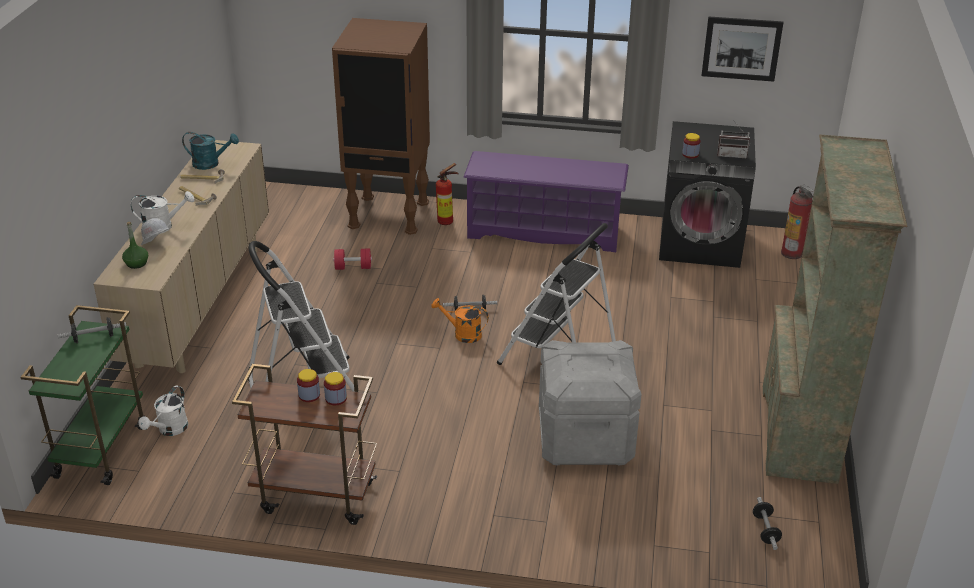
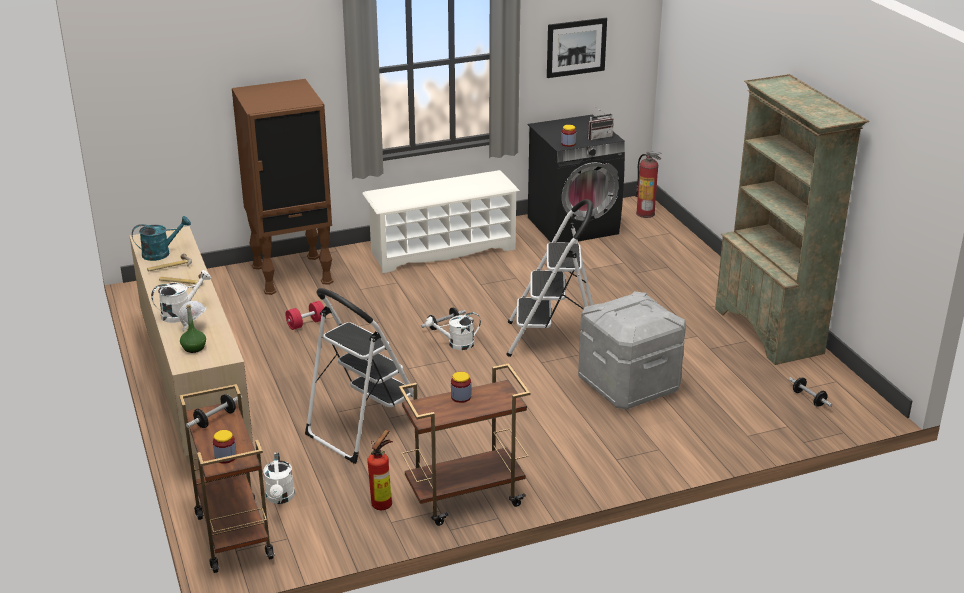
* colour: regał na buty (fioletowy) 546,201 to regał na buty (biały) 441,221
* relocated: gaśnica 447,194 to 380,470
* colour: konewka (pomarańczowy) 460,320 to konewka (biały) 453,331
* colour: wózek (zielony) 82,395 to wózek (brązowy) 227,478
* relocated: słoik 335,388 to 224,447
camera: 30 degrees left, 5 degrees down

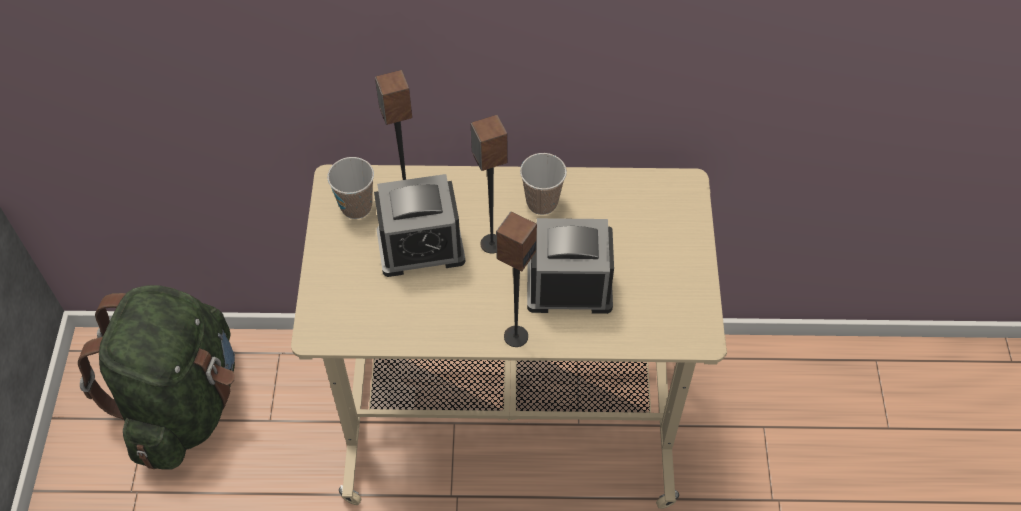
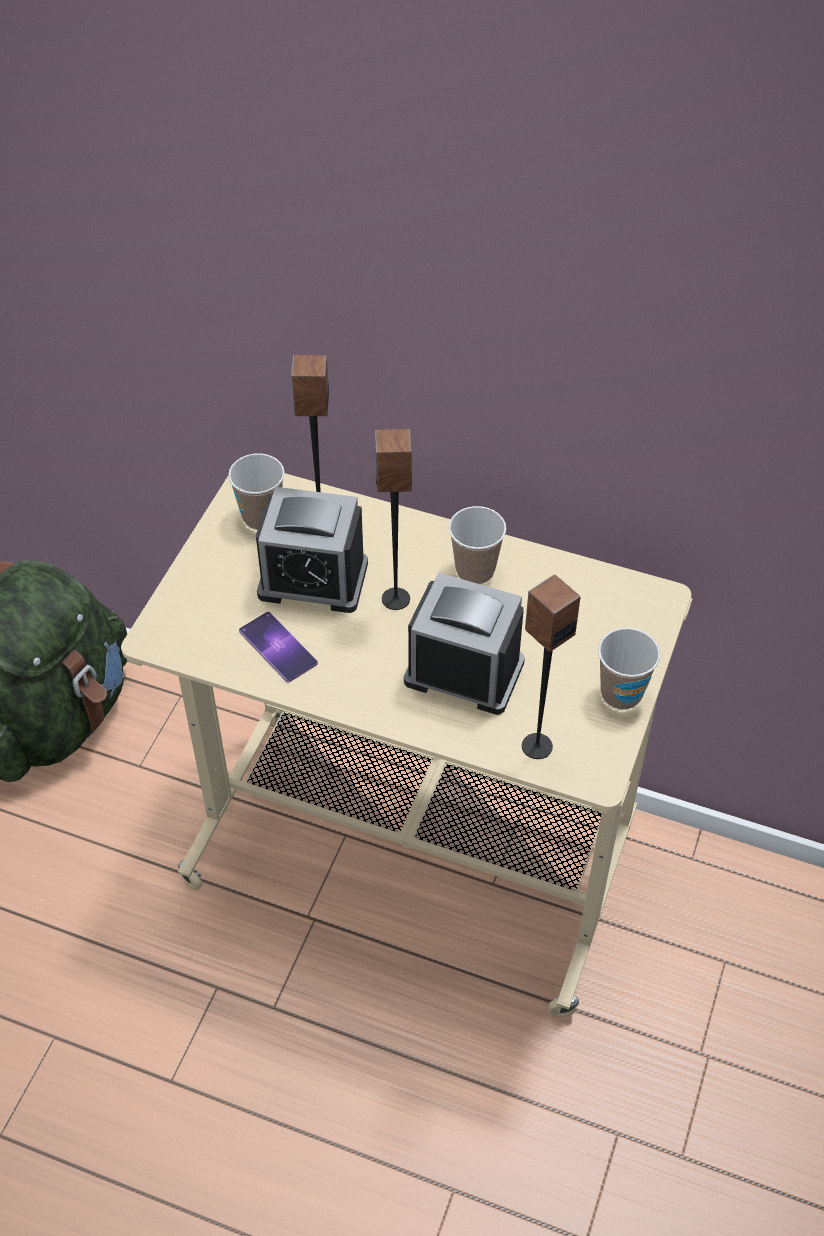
* relocated: głośnik 516,279 to 551,666
* appeared: telefon 278,647
* appeared: filiżanka 629,669
camera: 20 degrees right, 5 degrees down

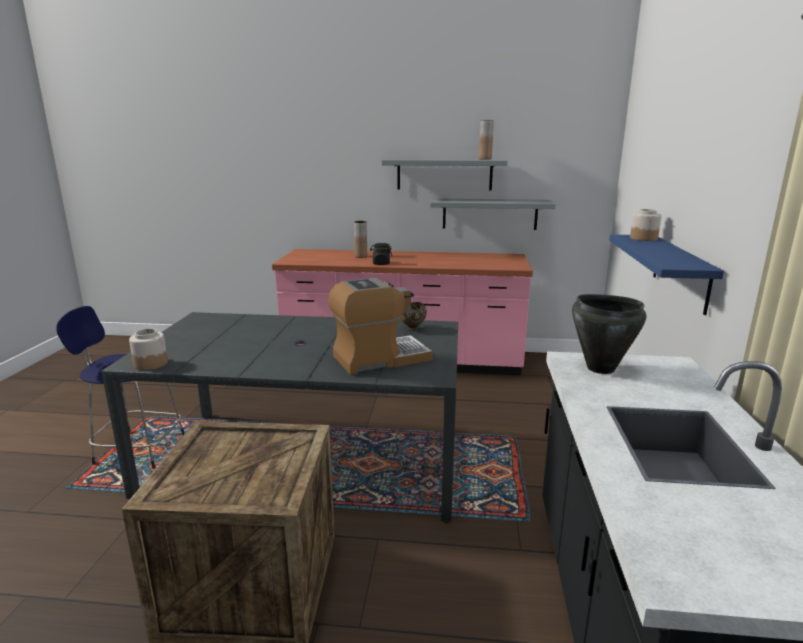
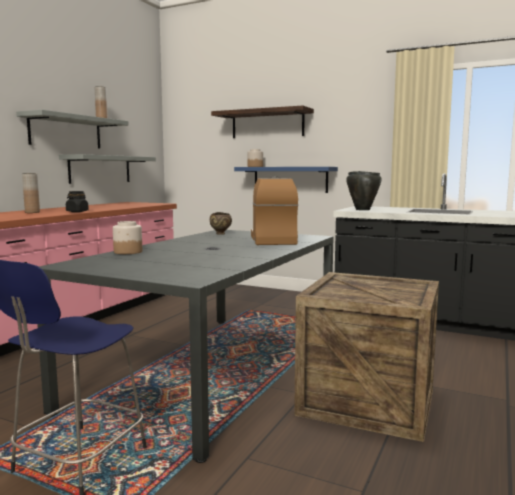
* relocated: słoik 148,349 to 127,237
* appeared: półka 262,122
camera: 70 degrees left, 10 degrees down

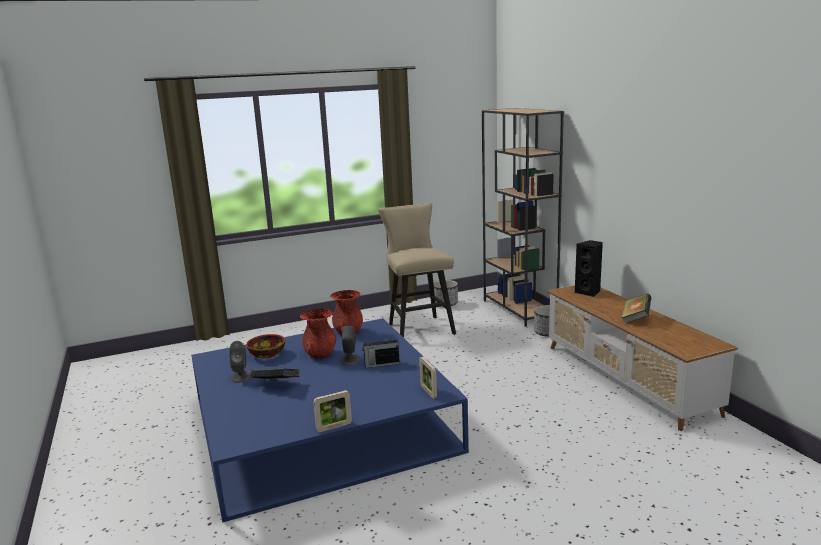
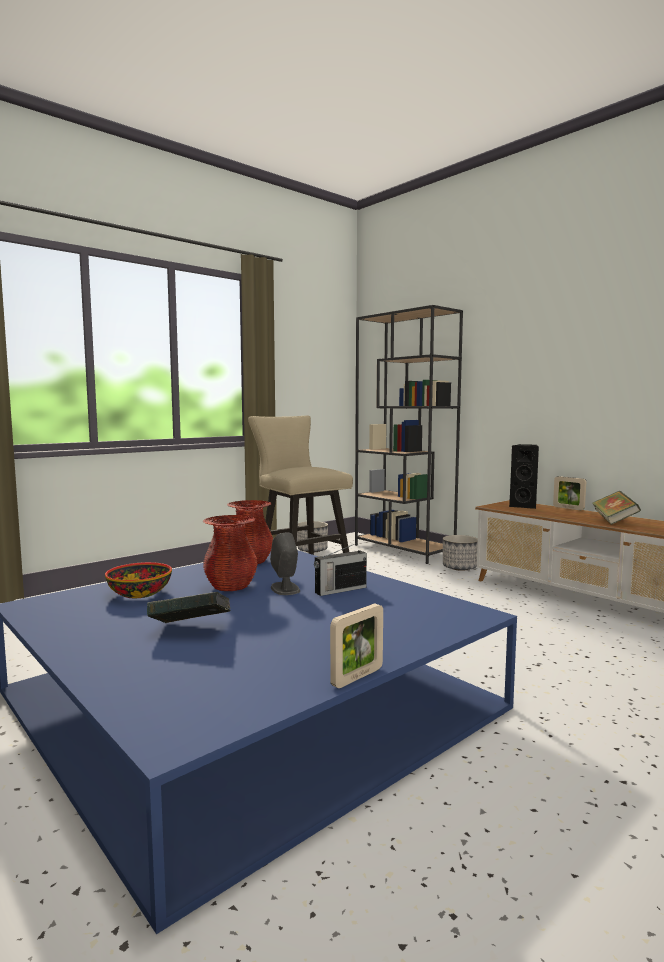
* missing: głośnik (szary) 240,362
* relocated: ramka na zdjęcie 428,377 to 569,493
camera: 20 degrees left, 10 degrees down

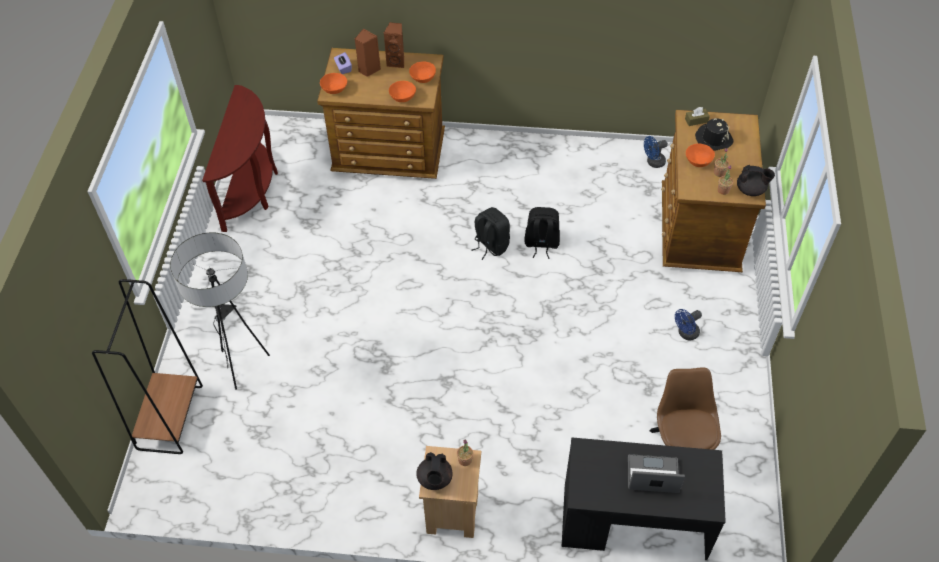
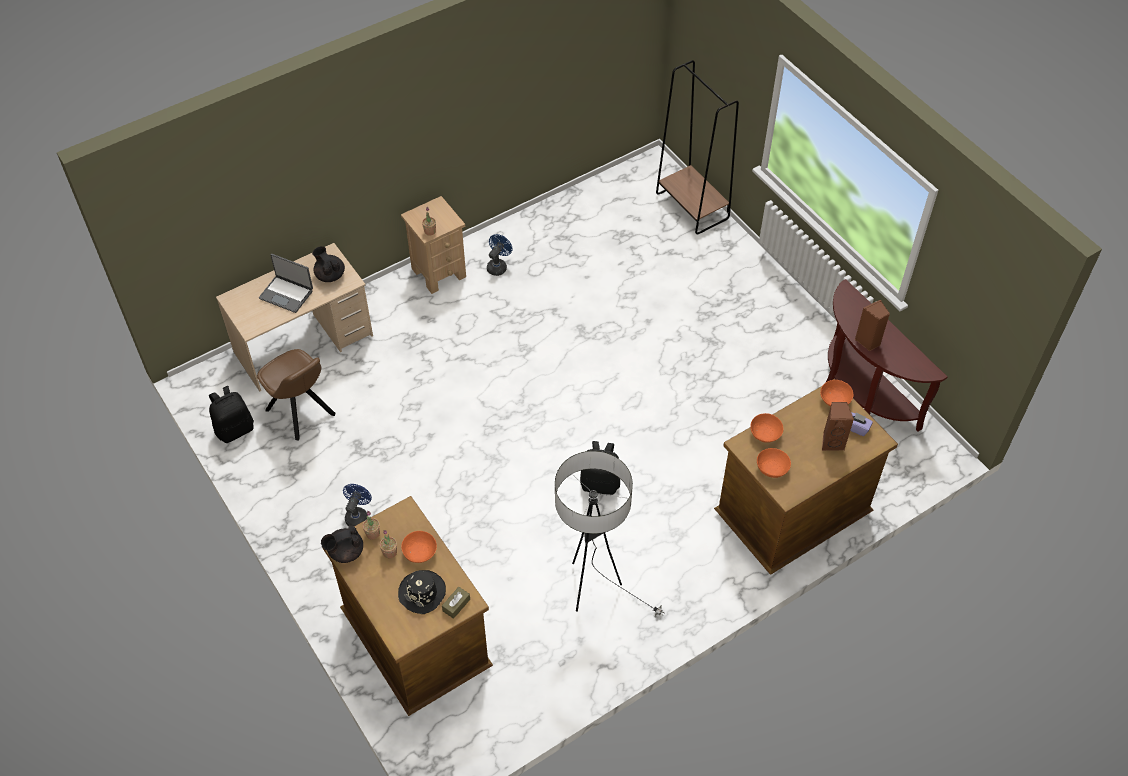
* relocated: głośnik (brązowy) 394,45 to 872,325
* relocated: wentylator (niebieski) 656,152 to 499,255
* relocated: plecak (czarny) 542,233 to 231,414
* relocated: lampa stojąca 220,311 to 609,534
* colour: biurko (czarny) 644,498 to biurko (beżowy) 294,317
* relocated: imbryk (czarny) 434,471 to 328,264
* spun: laptop 656,473 = 286,283 60 degrees clockwise
camera: 140 degrees right, 0 degrees up

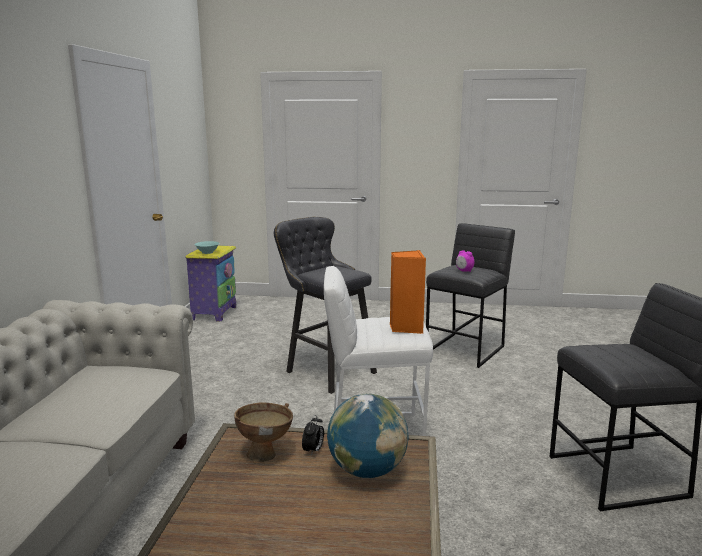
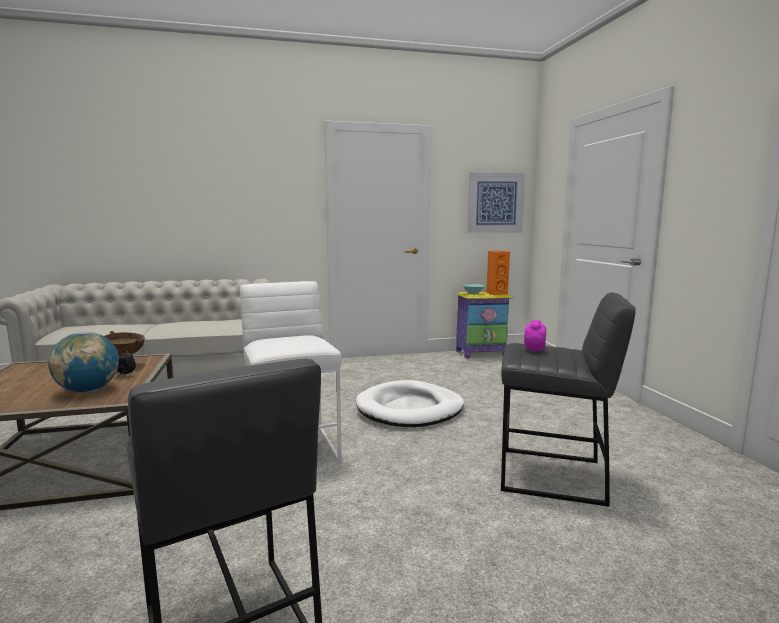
* exchanged: stołek (czarny) 325,305 to legowisko (biały) 410,403
* relocated: głośnik (pomarańczowy) 408,292 to 498,273
* appeared: obraz 496,202
camera: 70 degrees right, 5 degrees down

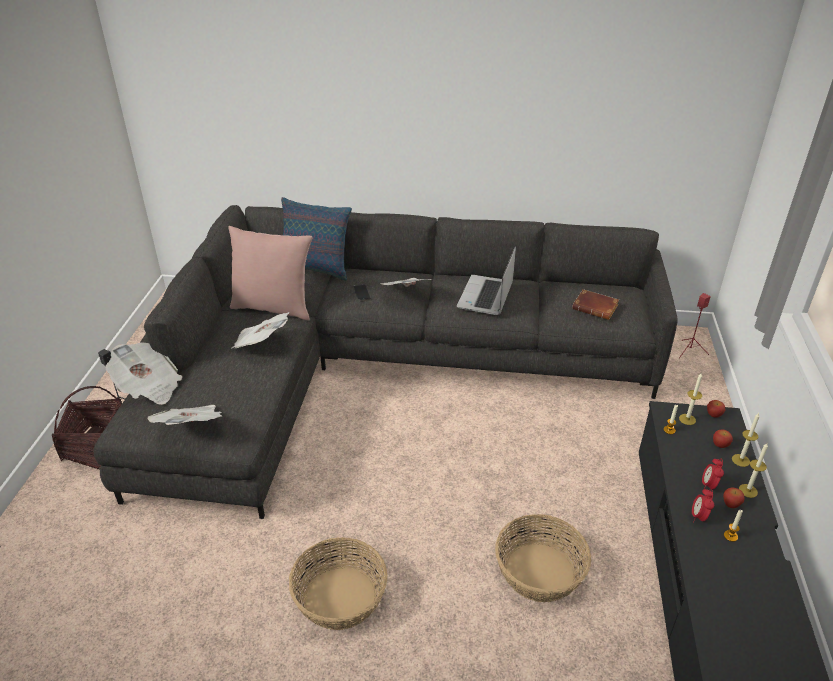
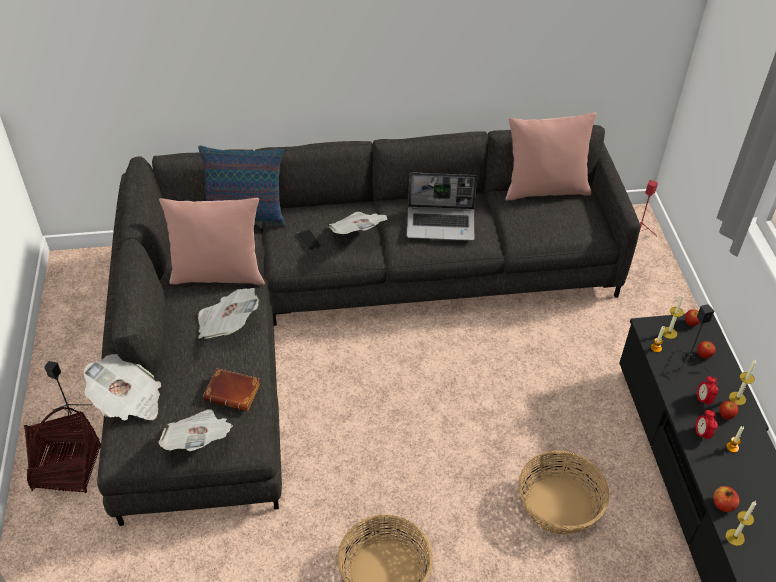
* spun: laptop 486,280 = 442,206 90 degrees counterclockwise
* relocated: książka (brązowy) 595,304 to 232,389
* relocated: świeca 746,440 to 741,523
* appeared: poduszka (różowy) 551,156
* appeared: głośnik (czarny) 693,342
* appeared: jabłko 726,499
camera: 15 degrees left, 10 degrees up

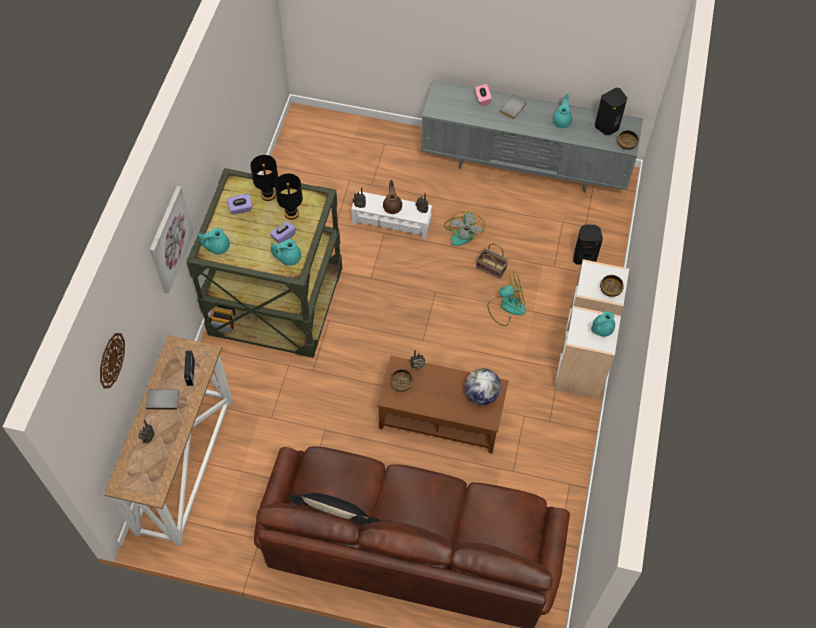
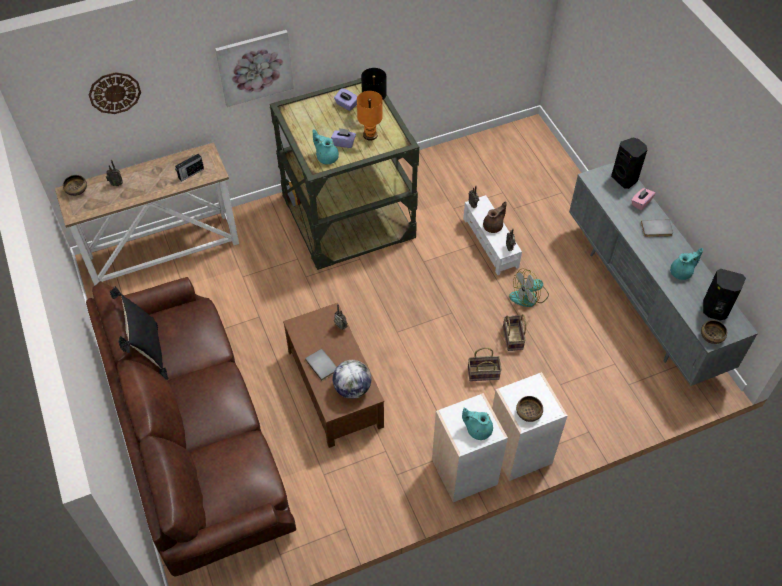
* colour: lampa stołowa (czarny) 289,197 to lampa stołowa (pomarańczowy) 370,116
* relocated: głośnik (czarny) 588,244 to 629,163
* missing: imbryk (turkusowy) 214,241
* exchanged: wentylator 506,299 to koszyk 485,364
* relocated: miska 401,380 to 75,185
* relocated: książka (szary) 163,399 to 321,365
camera: 55 degrees right, 5 degrees down

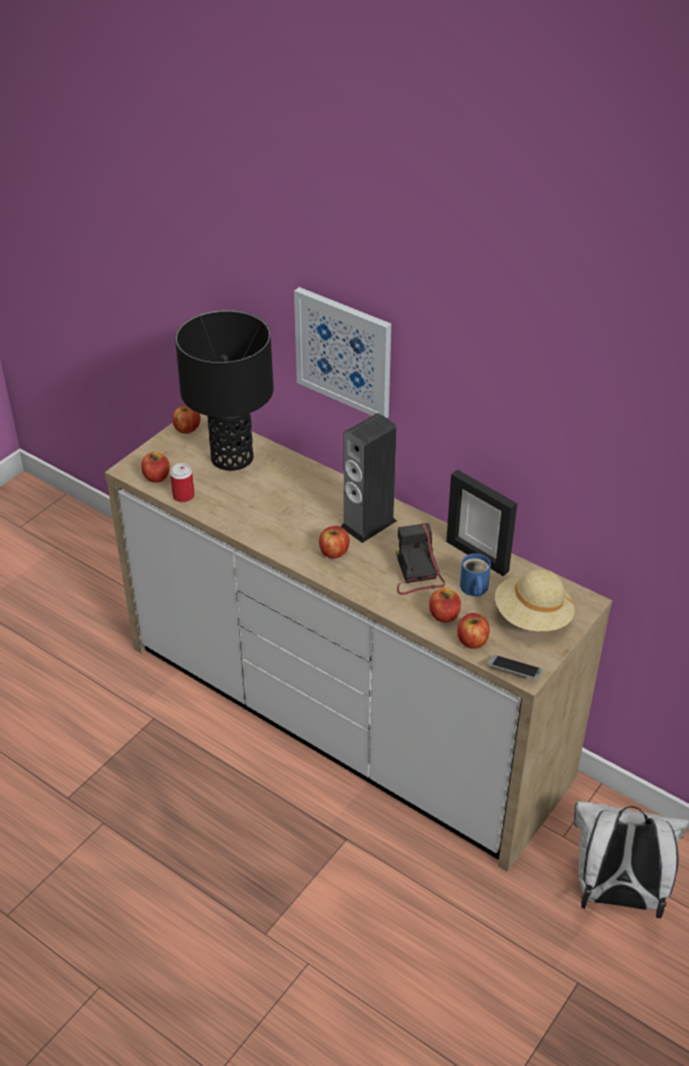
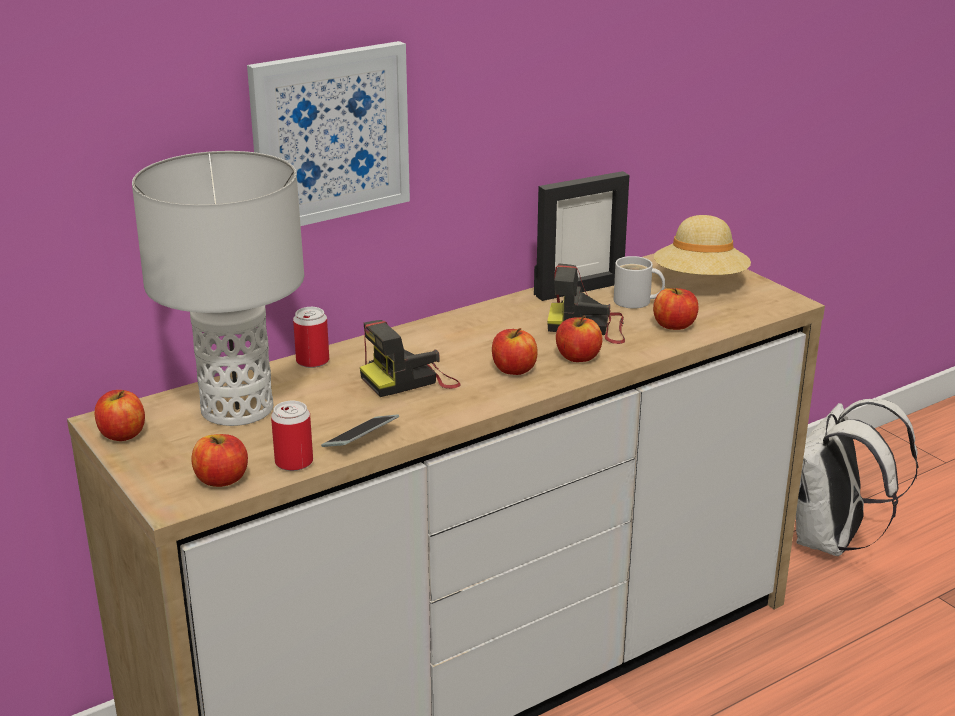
* colour: lampa stołowa (czarny) 224,390 to lampa stołowa (biały) 218,288
* missing: głośnik 368,478
* colour: kubek (niebieski) 475,574 to kubek (biały) 639,282
* relocated: jabłko 473,631 to 579,338
* relocated: telefon 515,667 to 360,430
* appeared: puszka 311,337
* appeared: aparat fotograficzny 410,358
camera: 70 degrees left, 15 degrees down

